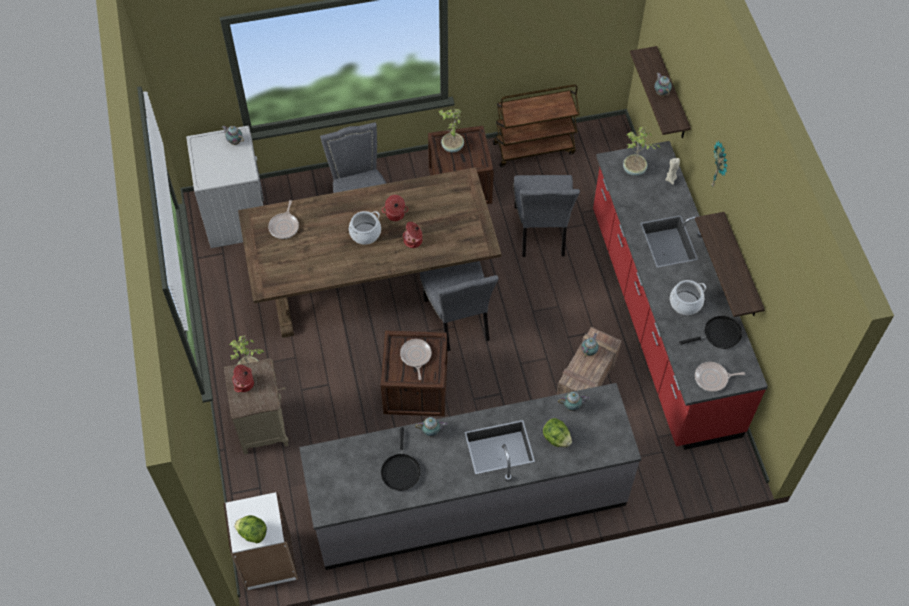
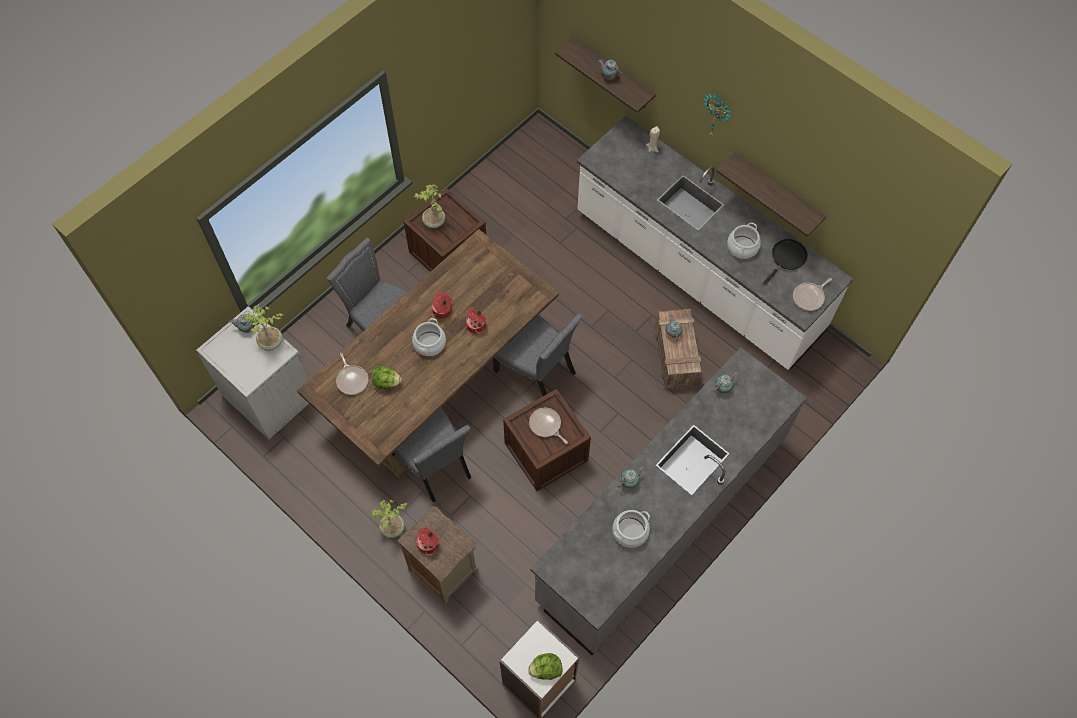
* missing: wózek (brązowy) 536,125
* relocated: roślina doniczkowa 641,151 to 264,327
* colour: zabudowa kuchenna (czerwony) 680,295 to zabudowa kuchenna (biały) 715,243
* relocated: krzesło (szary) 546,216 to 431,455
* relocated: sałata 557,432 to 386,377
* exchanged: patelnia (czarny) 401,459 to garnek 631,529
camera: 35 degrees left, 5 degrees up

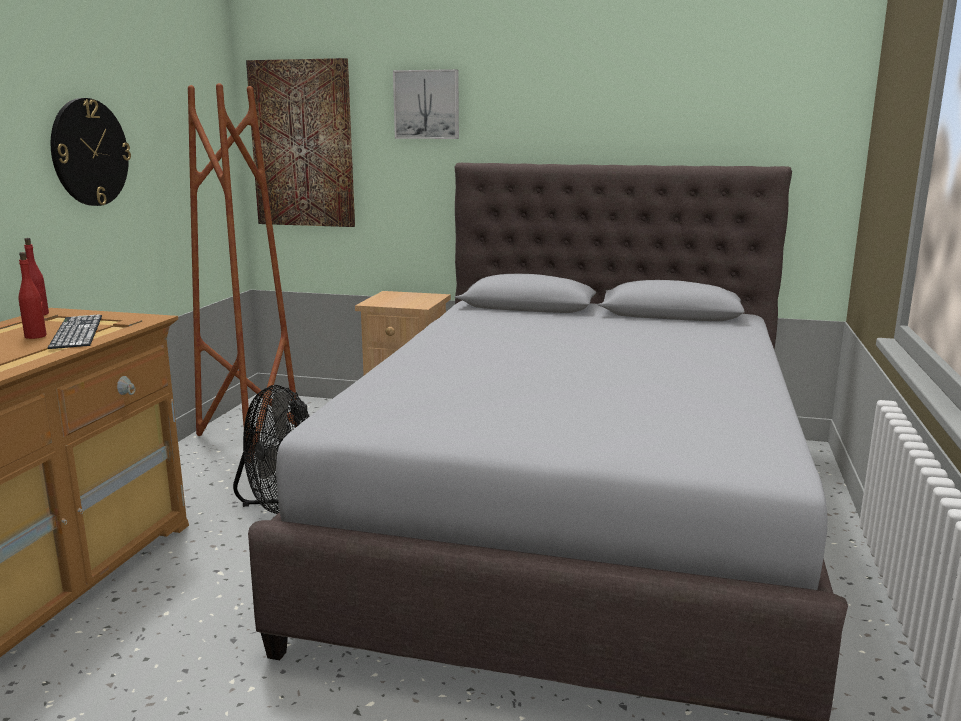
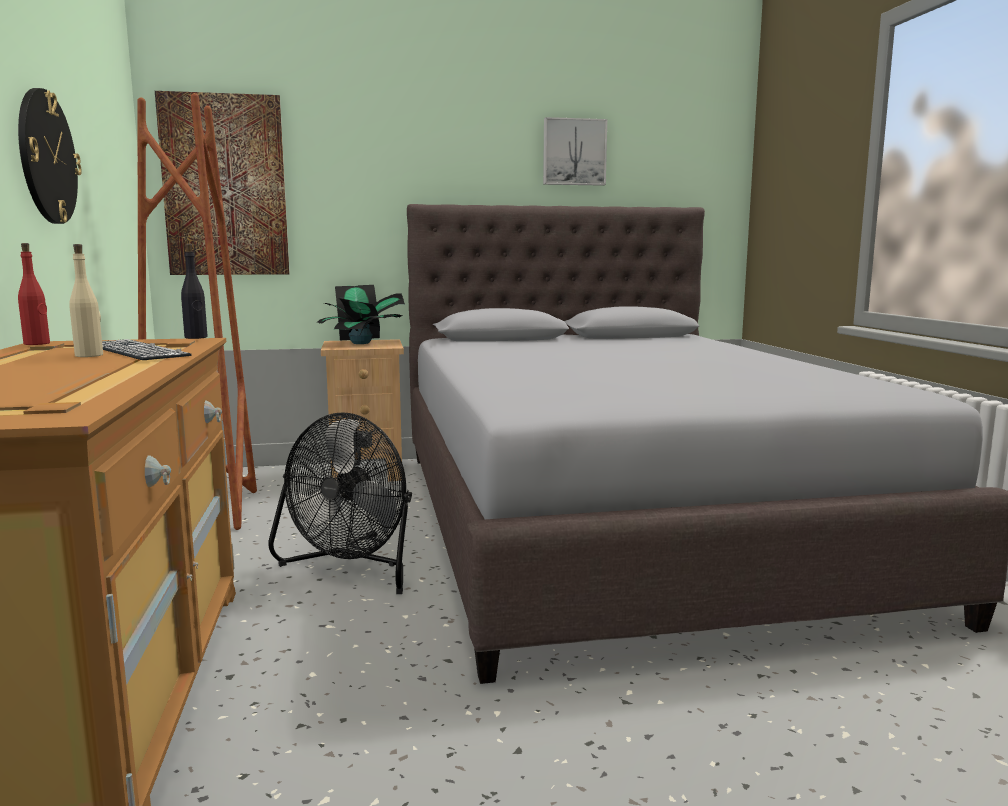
* relocated: obraz 426,104 to 575,151
* colour: butelka (czerwony) 32,295 to butelka (beżowy) 86,300
* appeared: butelka (czarny) 194,291
* appeared: roślina doniczkowa 361,314
camera: 25 degrees left, 5 degrees down

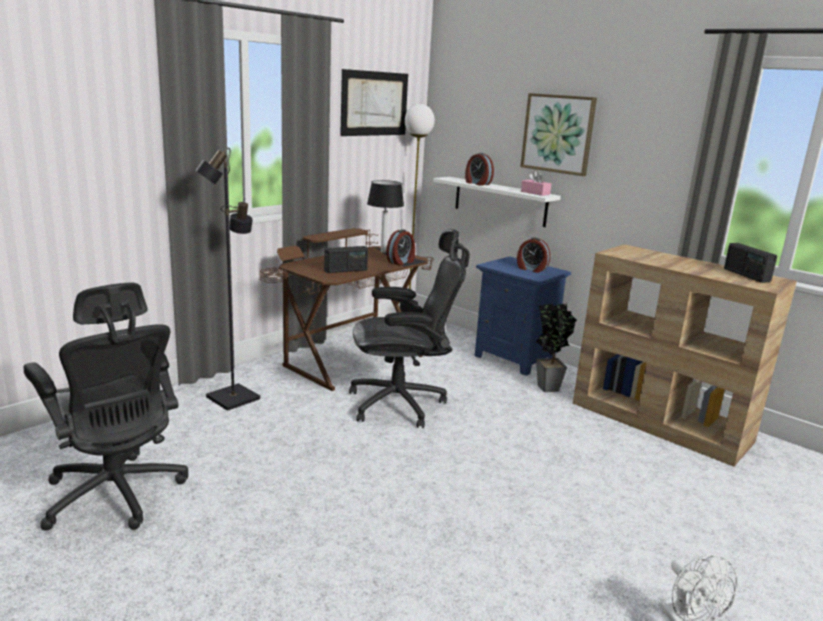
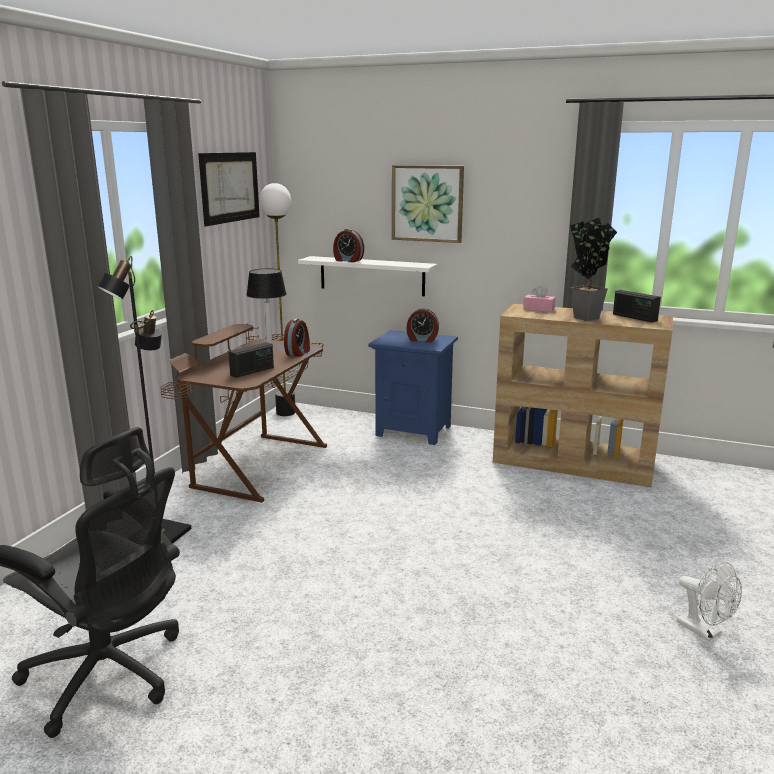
* relocated: pudełko chusteczek (różowy) 536,183 to 539,298
* missing: krzesło biurowe 409,328
* relocated: roślina doniczkowa 556,347 to 593,269
camera: 20 degrees left, 0 degrees up

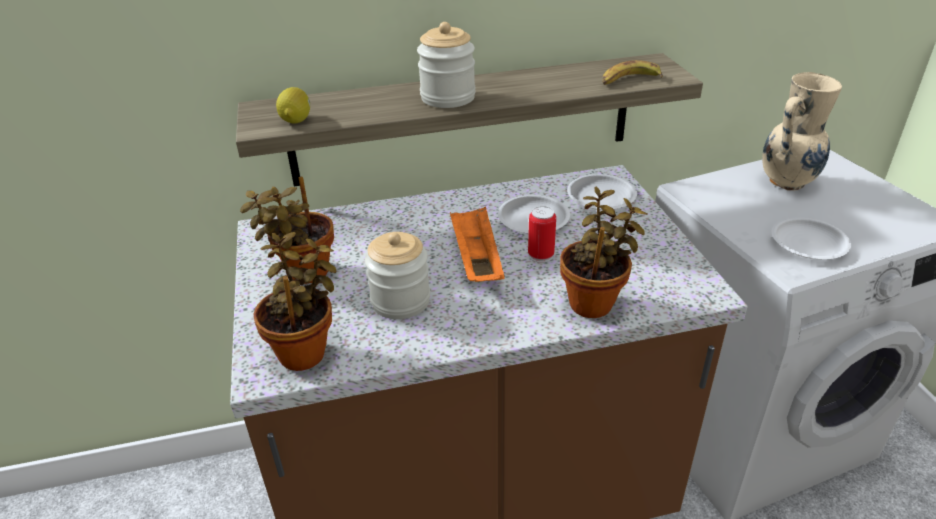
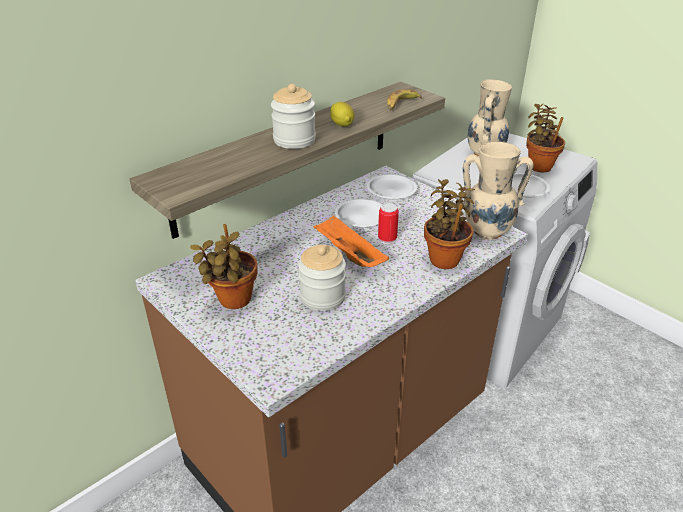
* relocated: cytryna 293,105 to 342,114
* relocated: roślina doniczkowa 295,301 to 545,138
* appeared: wazon (beżowy) 498,191
camera: 30 degrees left, 0 degrees up

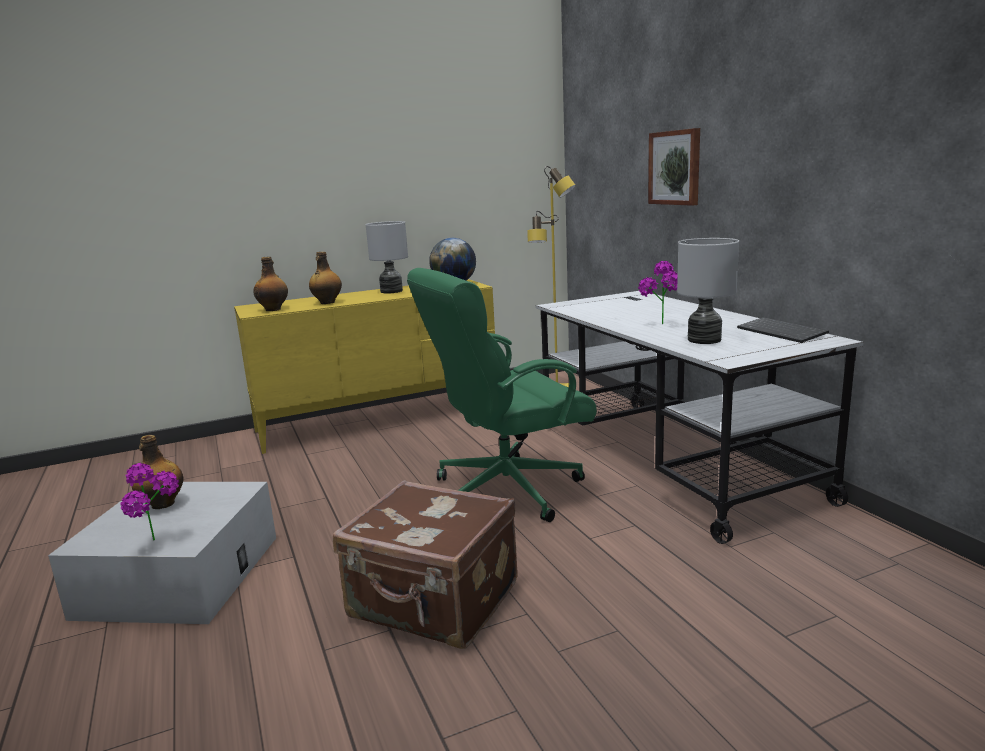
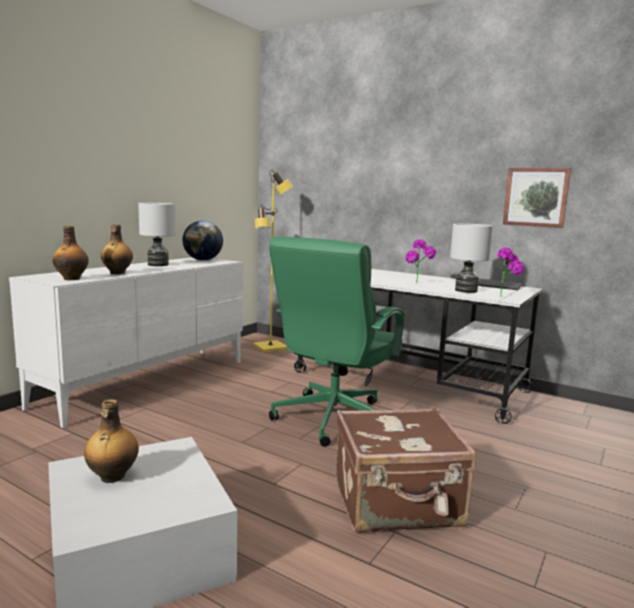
* relocated: obraz 674,167 to 537,198
* colour: komoda (żółty) 364,366 to komoda (biały) 126,343
* relocated: roślina doniczkowa 149,502 to 510,272
camera: 35 degrees left, 5 degrees down

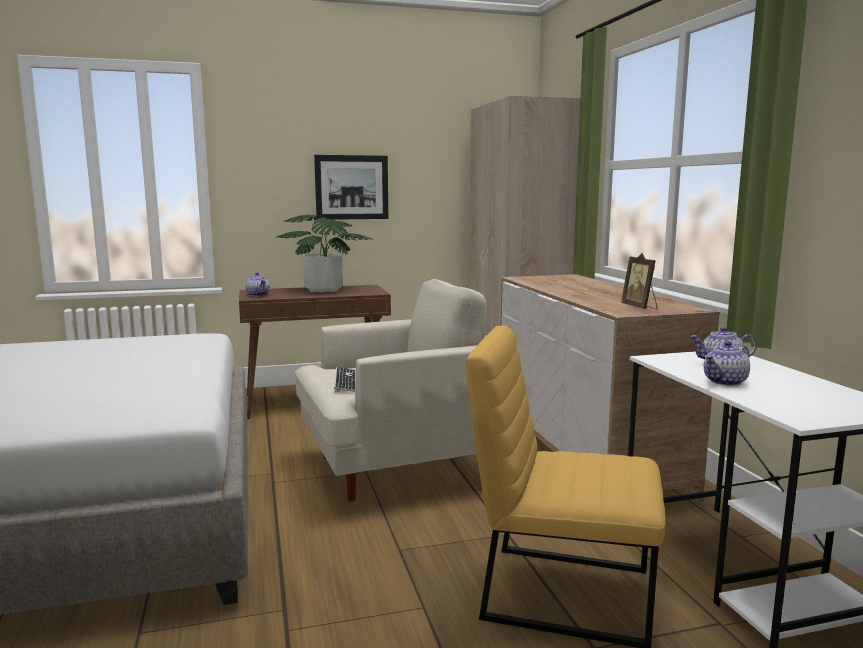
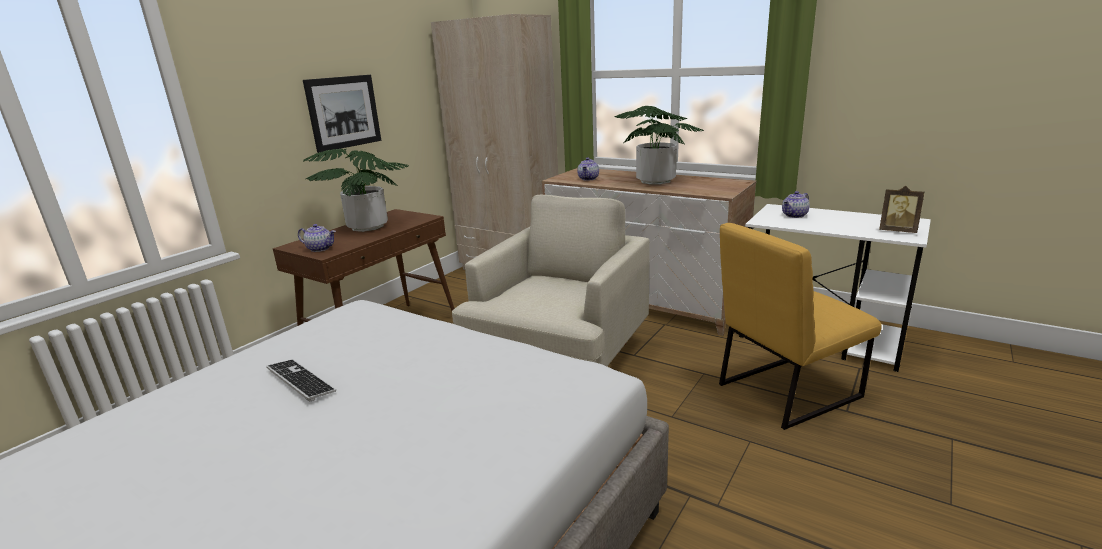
* relocated: ramka na zdjęcie 639,281 to 902,209
* relocated: imbryk 727,363 to 588,169
* relocated: klawiatura 345,379 to 301,380
* appeared: roślina doniczkowa 659,145
camera: 40 degrees left, 10 degrees up

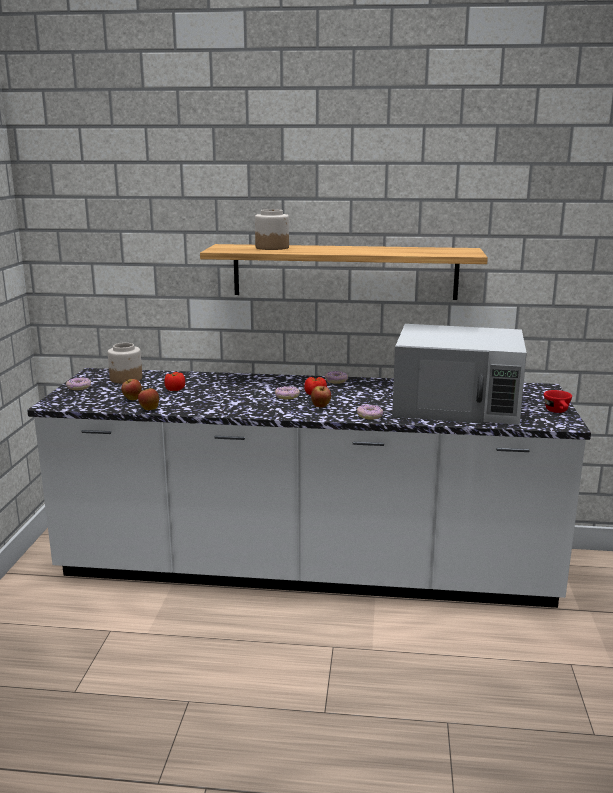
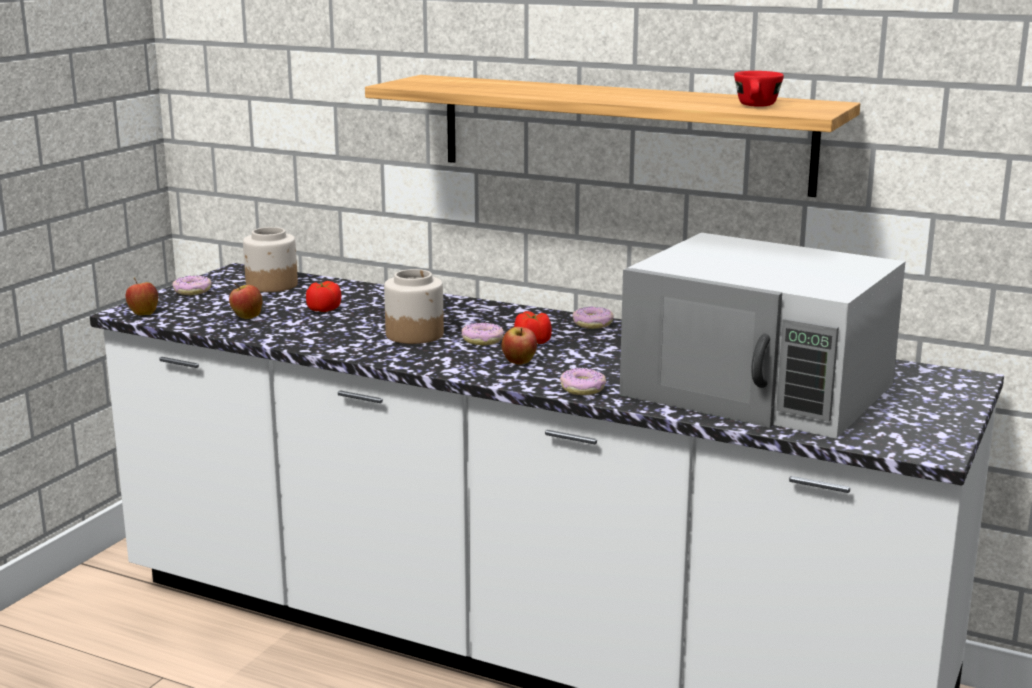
* relocated: słoik 272,229 to 414,306
* relocated: jabłko 148,398 to 142,296
* relocated: filiżanka (czerwony) 558,401 to 759,89
camera: 20 degrees right, 0 degrees up

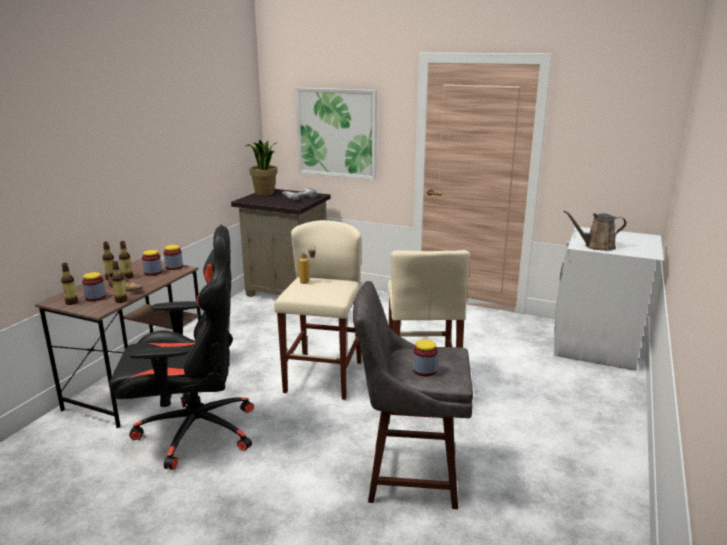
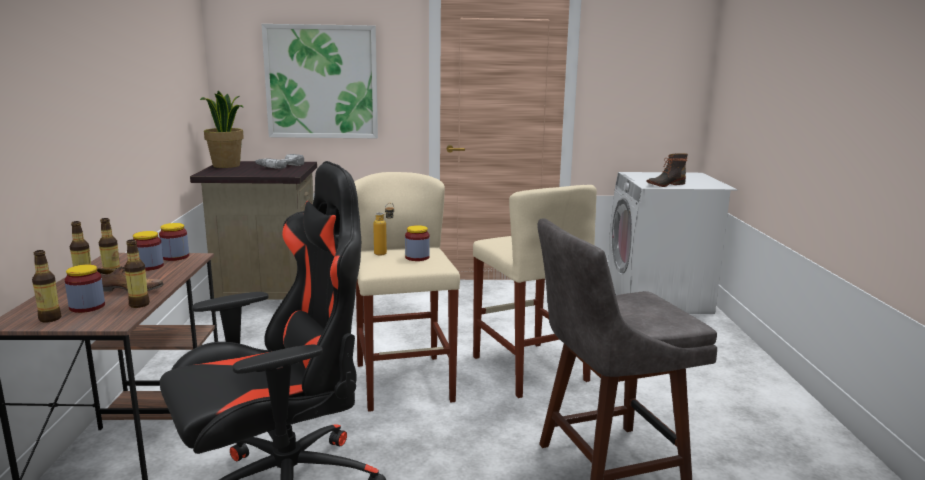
* exchanged: konewka (brązowy) 594,231 to but z cholewką 667,170
* relocated: słoik 425,357 to 417,243
camera: 25 degrees left, 5 degrees down

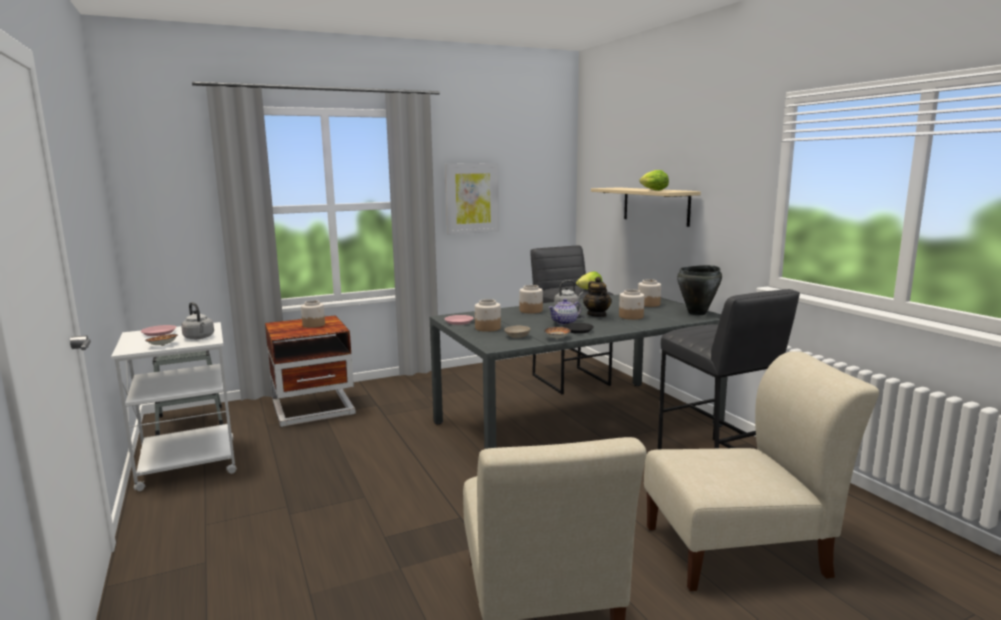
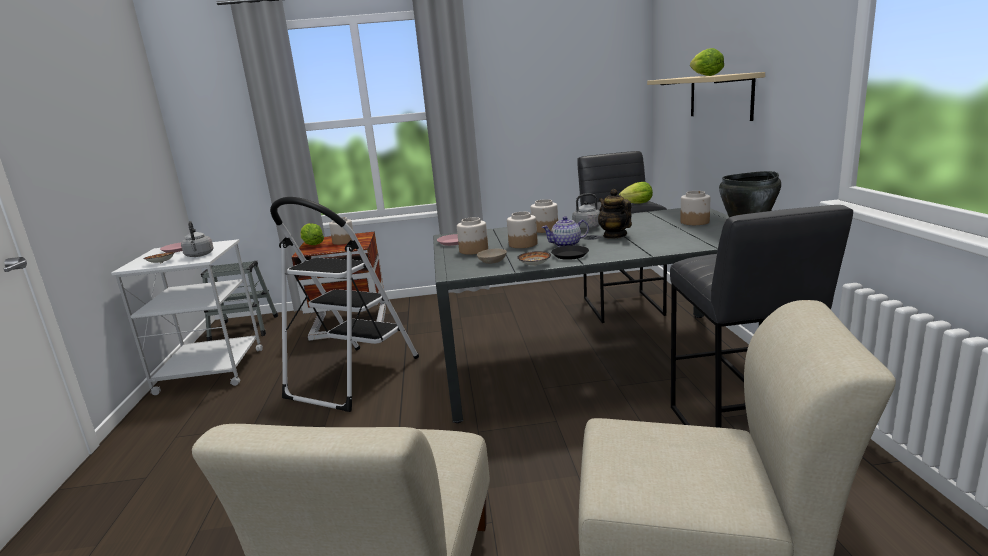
* missing: obraz 472,198
* spun: imbryk 597,297 = 615,214 150 degrees clockwise
* relocated: słoik 631,304 to 522,230
* appeared: drabinka 344,304
* appeared: sałata 312,234
camera: 20 degrees right, 5 degrees up

